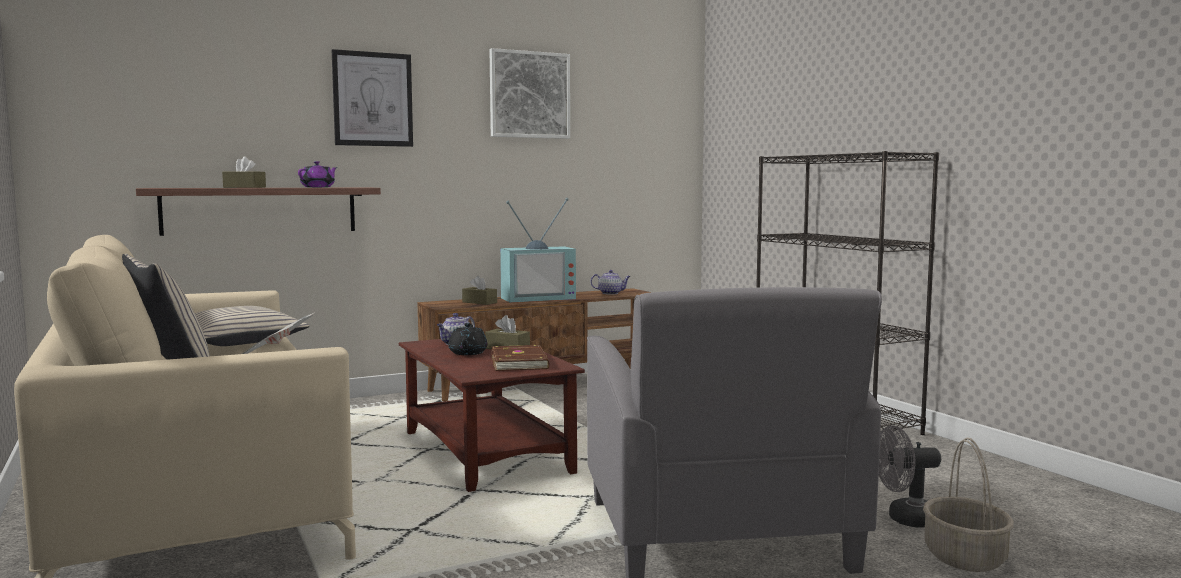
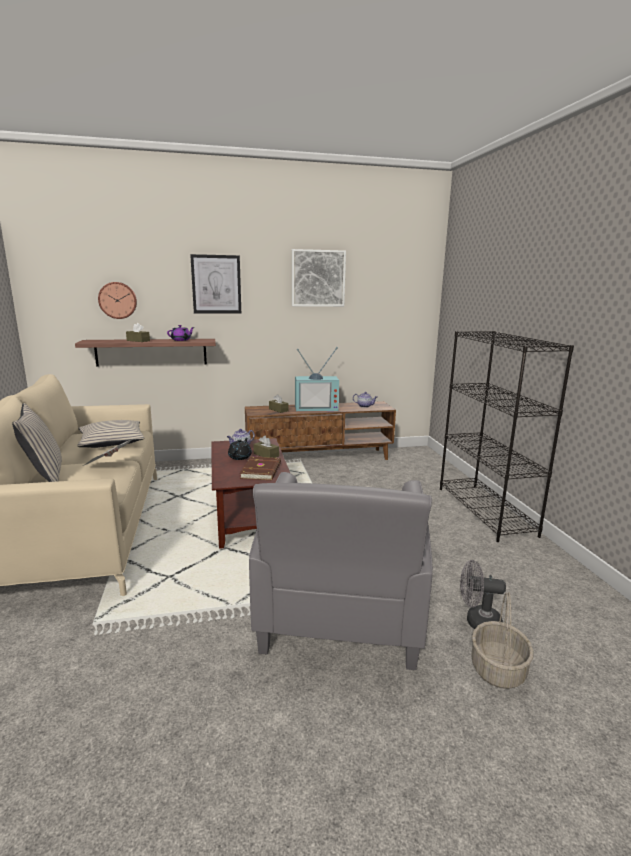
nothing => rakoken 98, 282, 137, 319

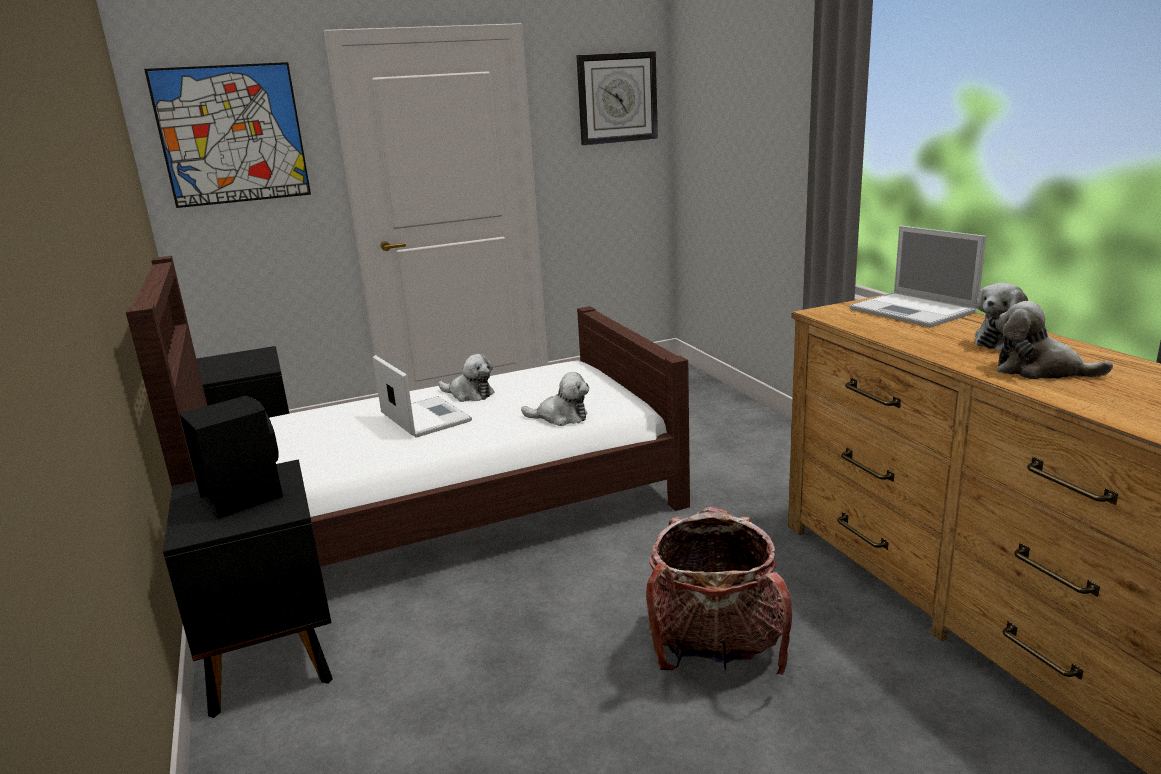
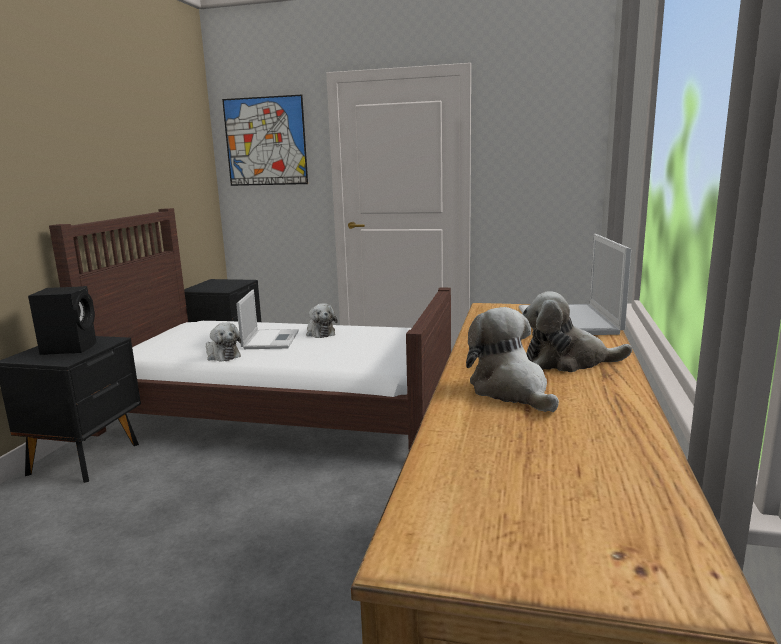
rakoken 576, 51, 658, 145 => nothing
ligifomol 521, 372, 589, 426 => ligifomol 206, 322, 241, 362, move
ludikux 646, 506, 792, 675 => nothing

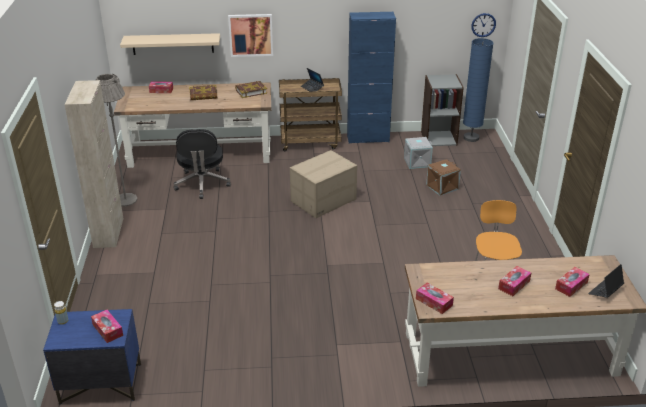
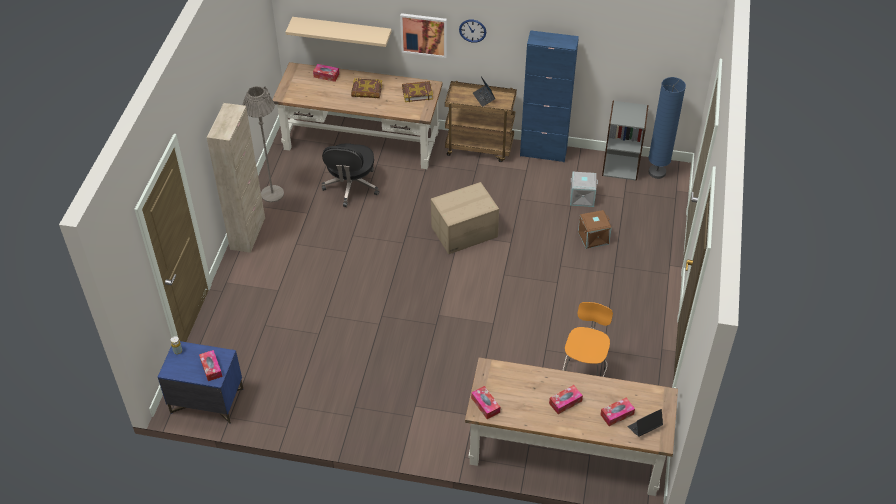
rakoken 471, 13, 496, 37 => rakoken 459, 20, 486, 43, move

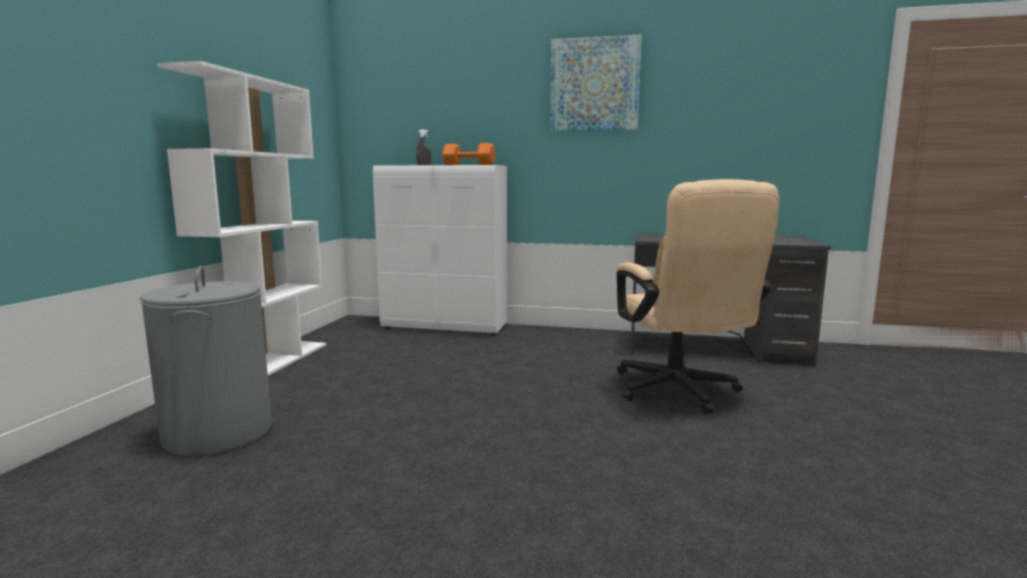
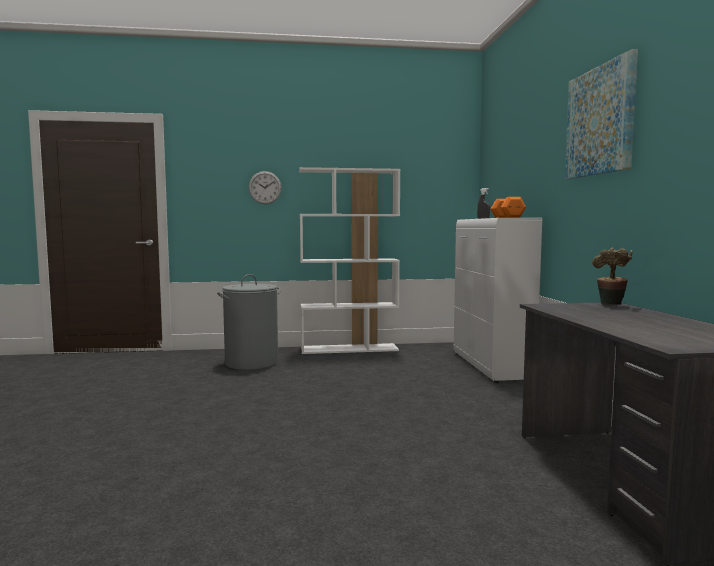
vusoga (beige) 616, 179, 779, 414 => nothing
nothing => rakoken 249, 171, 282, 204
nothing => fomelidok 592, 247, 633, 305

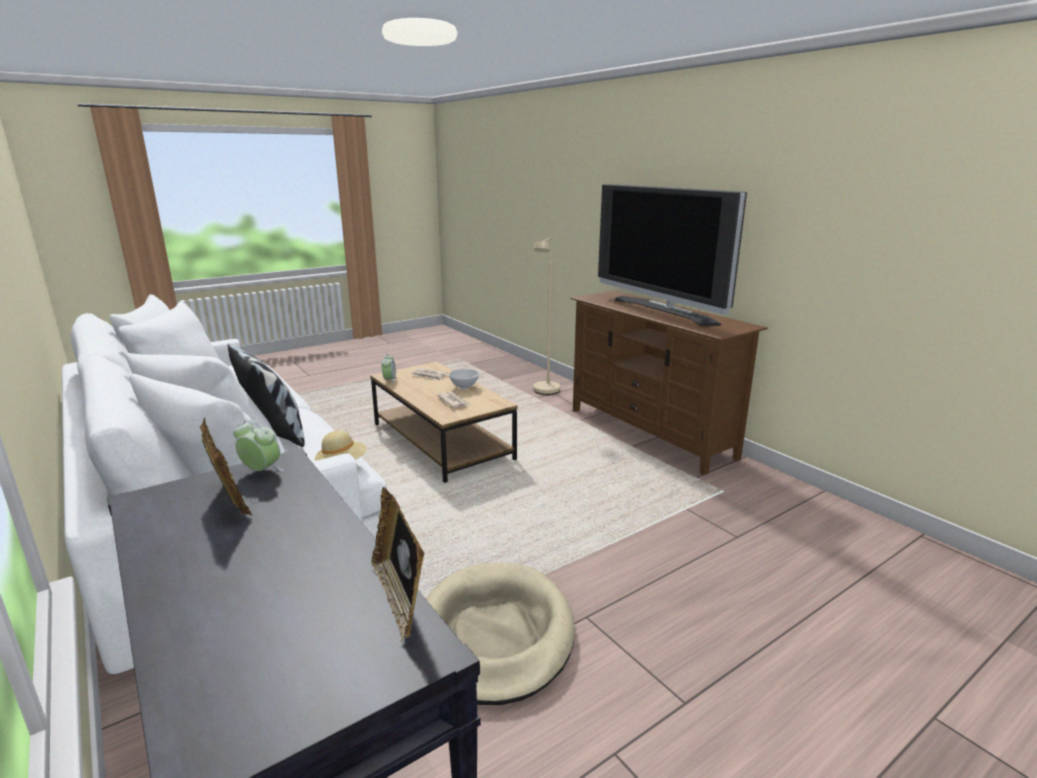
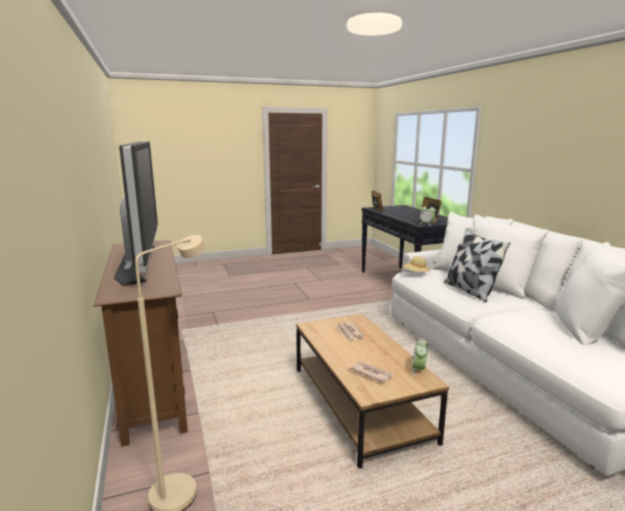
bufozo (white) 449, 369, 479, 389 => nothing
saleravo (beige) 426, 562, 575, 705 => nothing

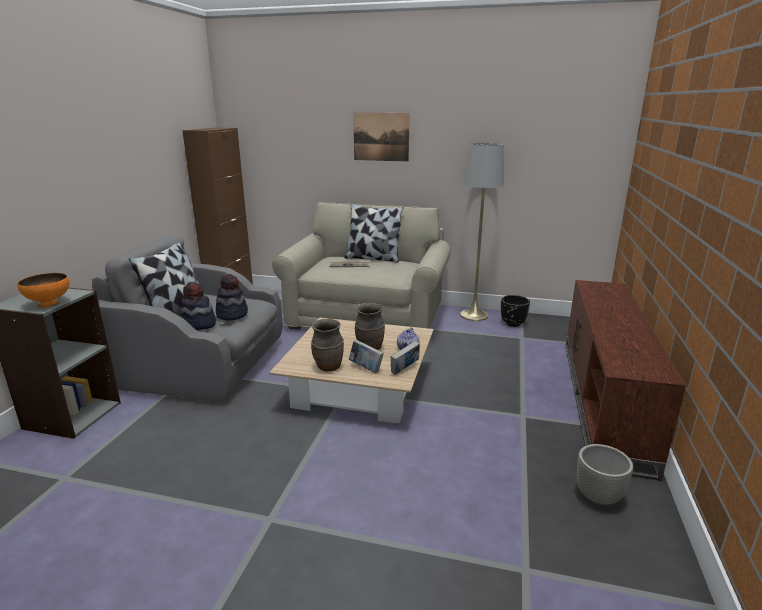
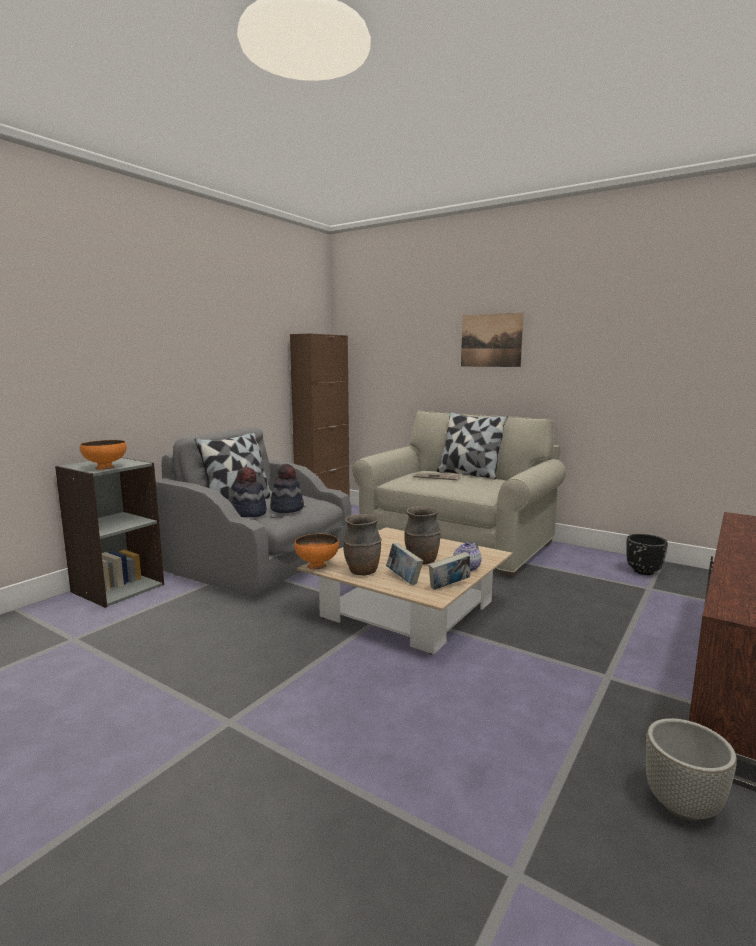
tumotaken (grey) 460, 143, 504, 321 => nothing
nothing => bufozo (orange) 294, 534, 339, 570

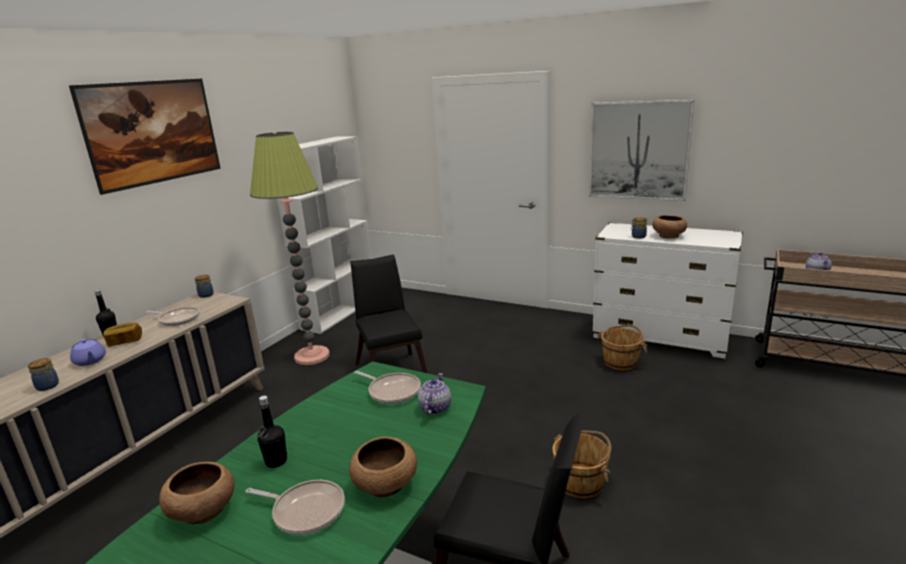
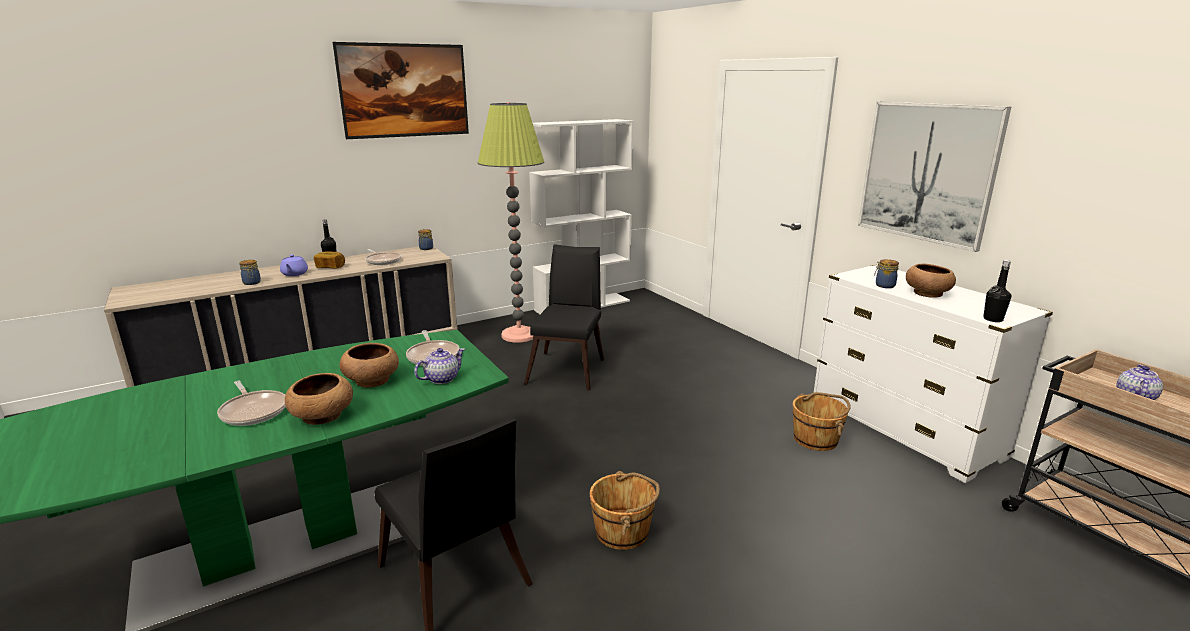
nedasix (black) 258, 396, 287, 468 => nedasix (black) 983, 260, 1011, 322, move
bufozo (brown) 159, 462, 235, 524 => bufozo (brown) 340, 343, 399, 388, move

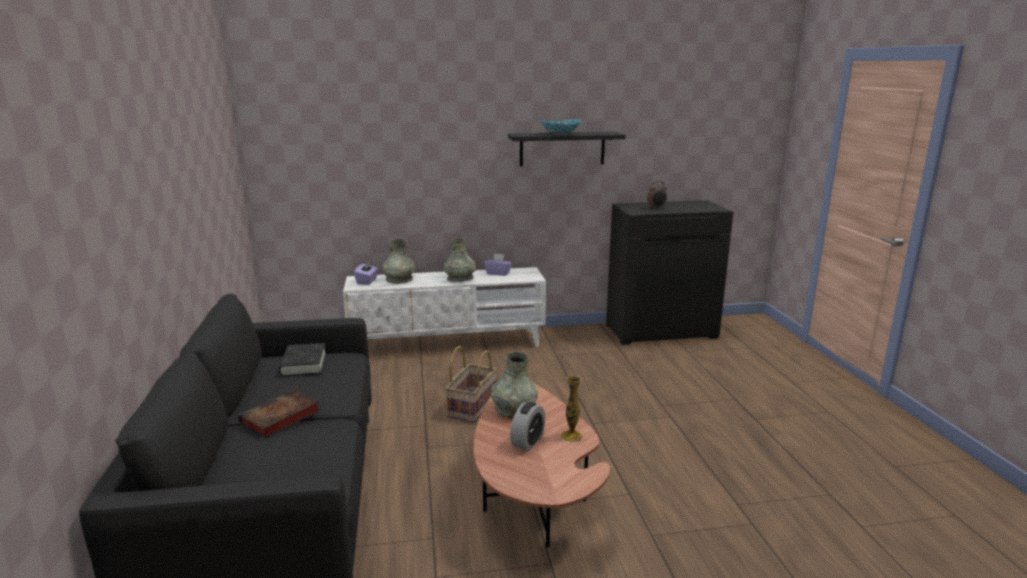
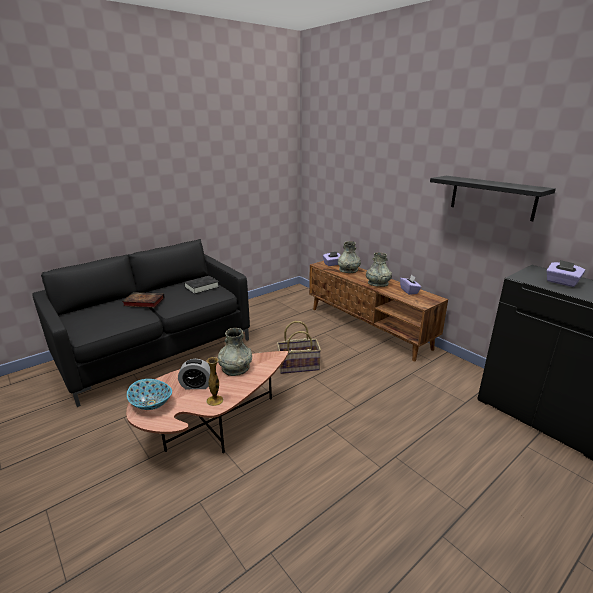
bufozo 540, 119, 581, 135 => bufozo 127, 379, 172, 410, move
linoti 647, 181, 667, 208 => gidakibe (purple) 546, 260, 586, 287
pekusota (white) 343, 267, 546, 347 => pekusota (brown) 309, 261, 448, 361

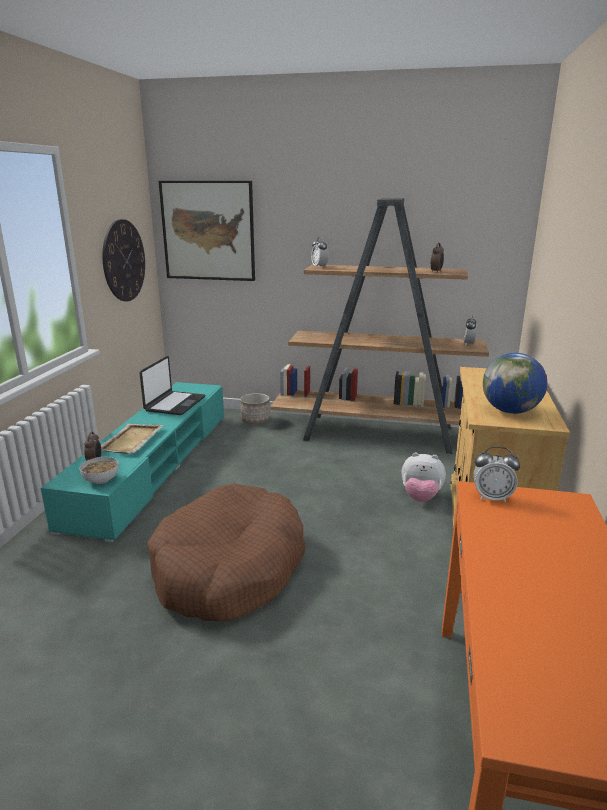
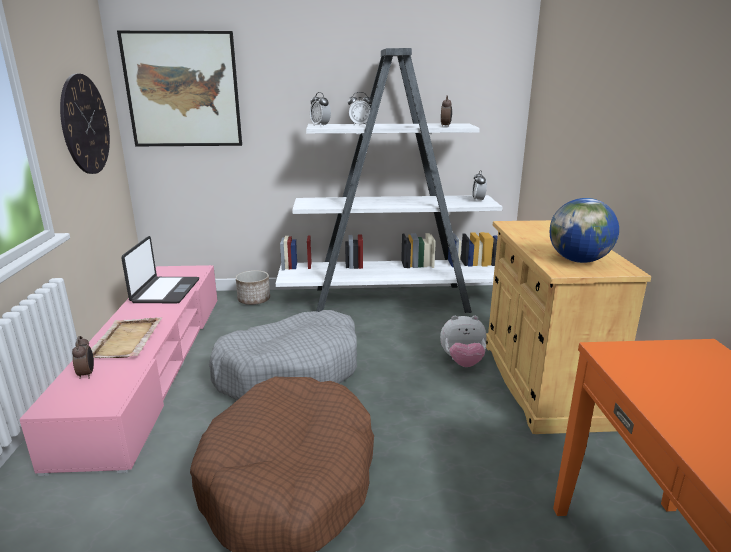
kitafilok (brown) 270, 198, 489, 454 => kitafilok (white) 276, 48, 502, 313
pekusota (turquoise) 41, 382, 224, 542 => pekusota (pink) 19, 265, 217, 476
linoti 474, 447, 520, 503 => linoti 348, 92, 372, 126, move
bufozo 79, 457, 119, 484 => nothing
nothing => saleravo (grey) 209, 310, 357, 400

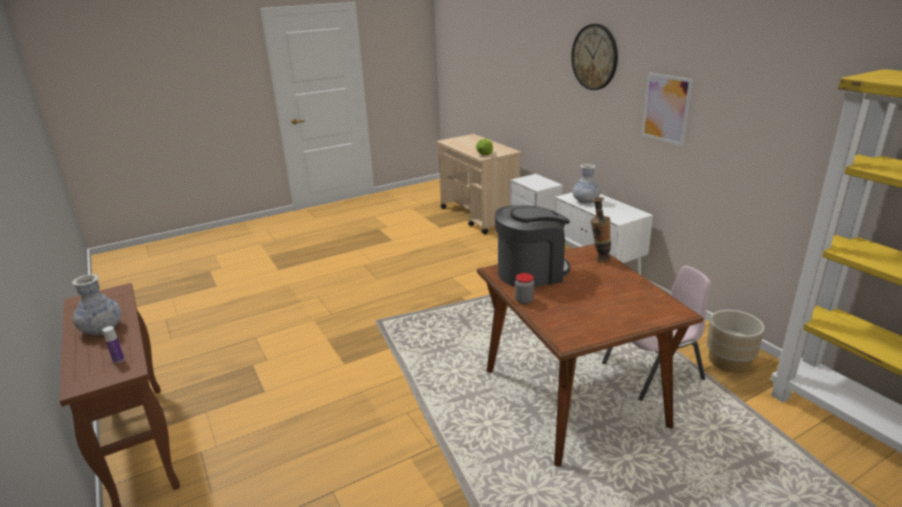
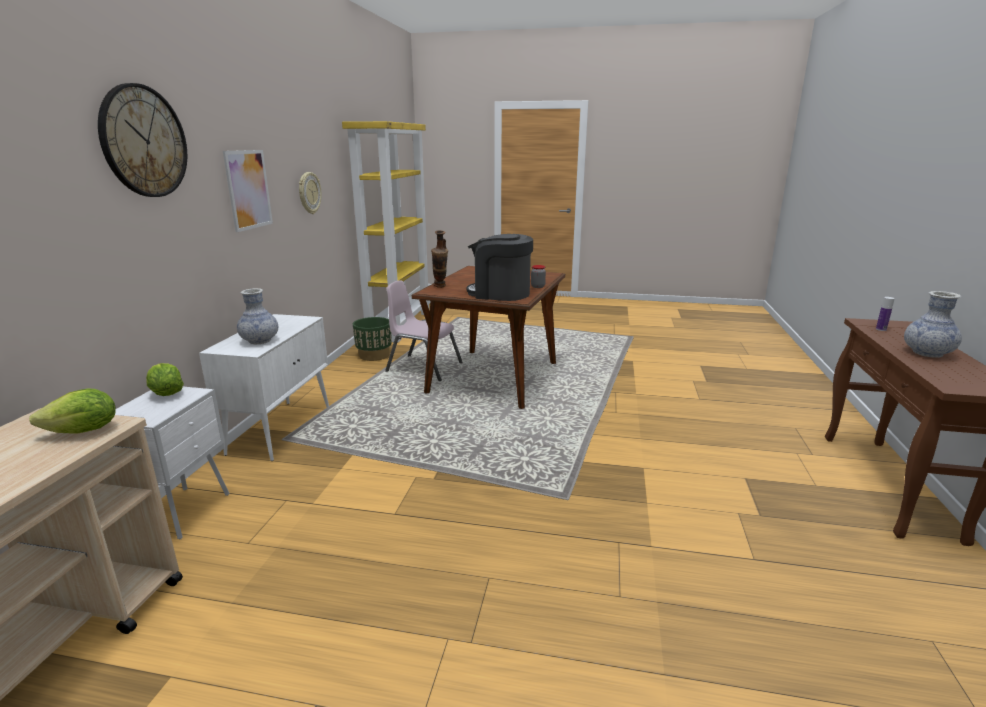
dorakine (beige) 707, 310, 765, 372 => dorakine (green) 353, 317, 392, 361
nothing => rakoken 299, 172, 321, 214
nothing => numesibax 146, 363, 184, 396

